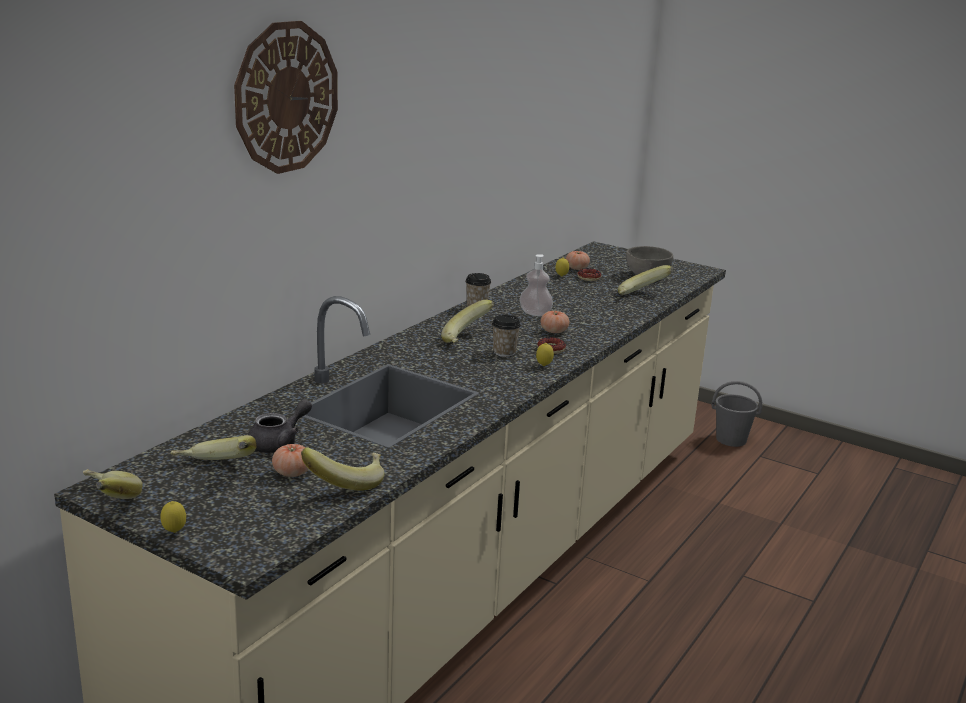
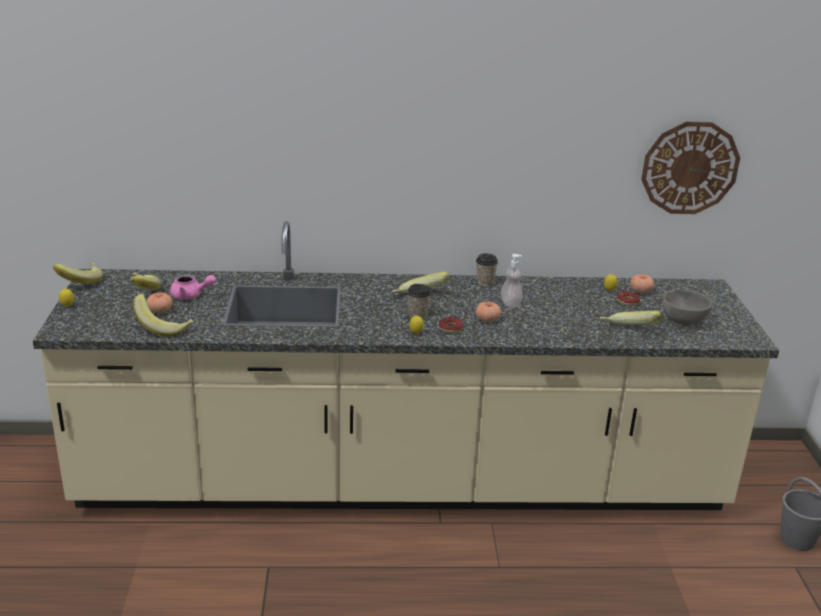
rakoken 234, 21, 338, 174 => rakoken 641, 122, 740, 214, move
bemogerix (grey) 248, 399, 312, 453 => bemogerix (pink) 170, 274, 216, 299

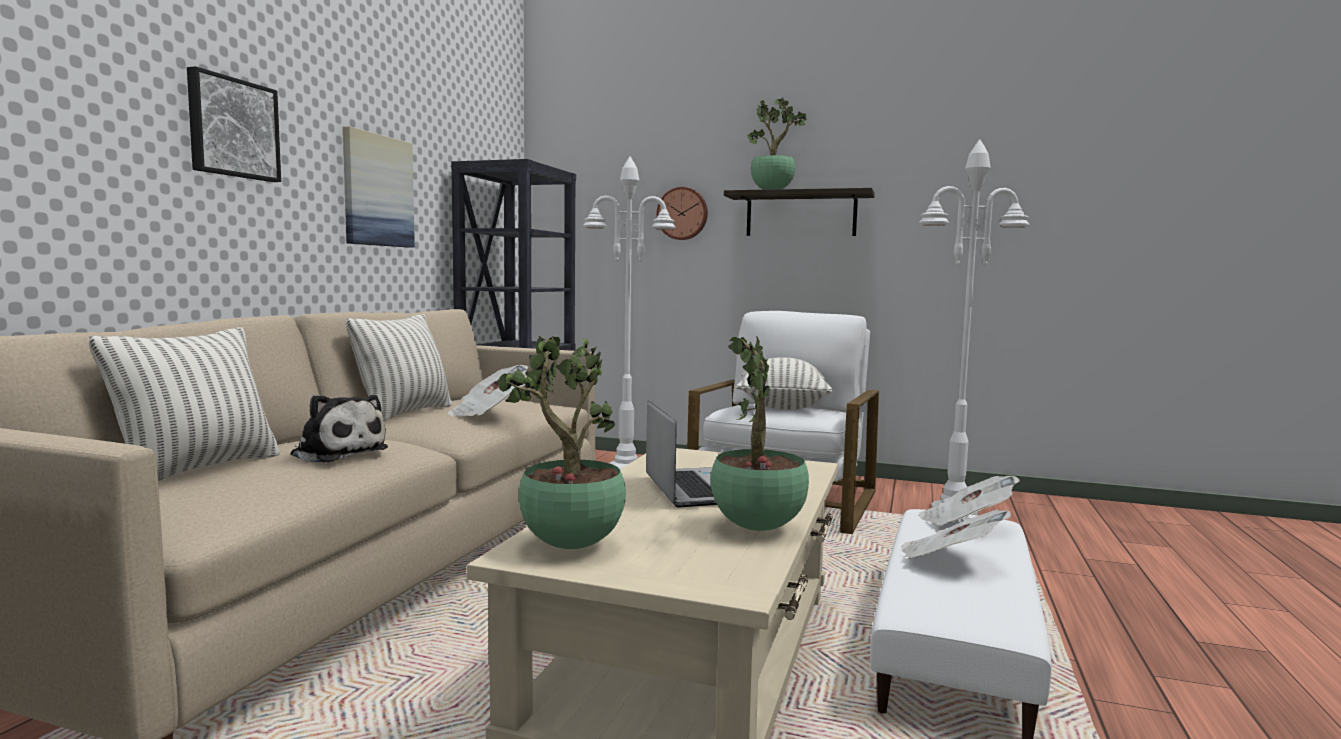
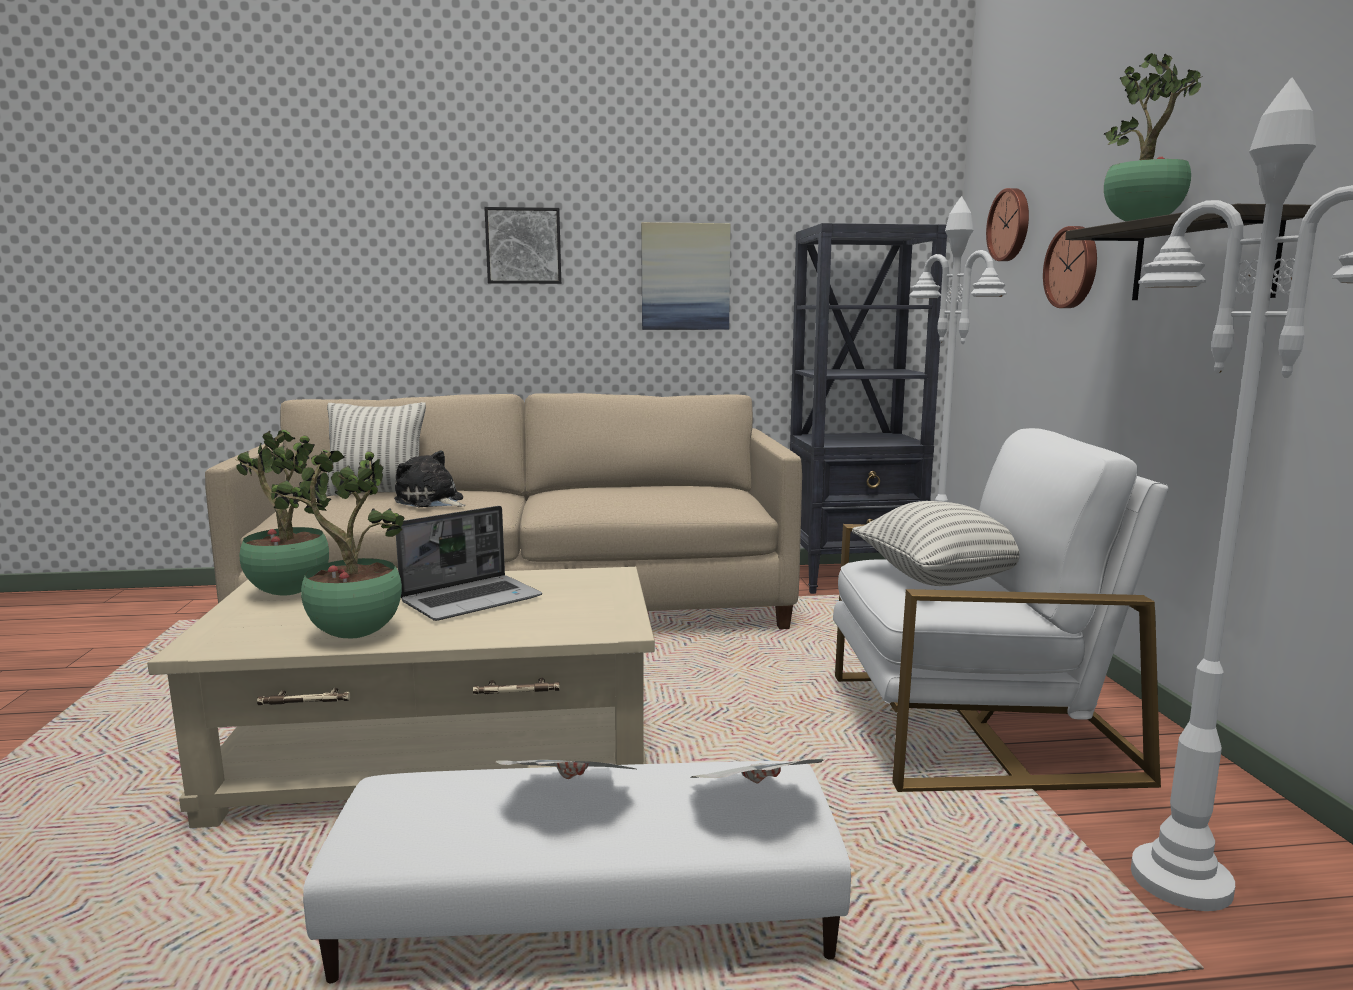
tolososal 346, 314, 452, 421 => nothing
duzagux 448, 365, 529, 416 => nothing
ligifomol 291, 395, 388, 462 => ligifomol 394, 450, 466, 507, 120 degrees clockwise
nothing => rakoken 986, 188, 1029, 261

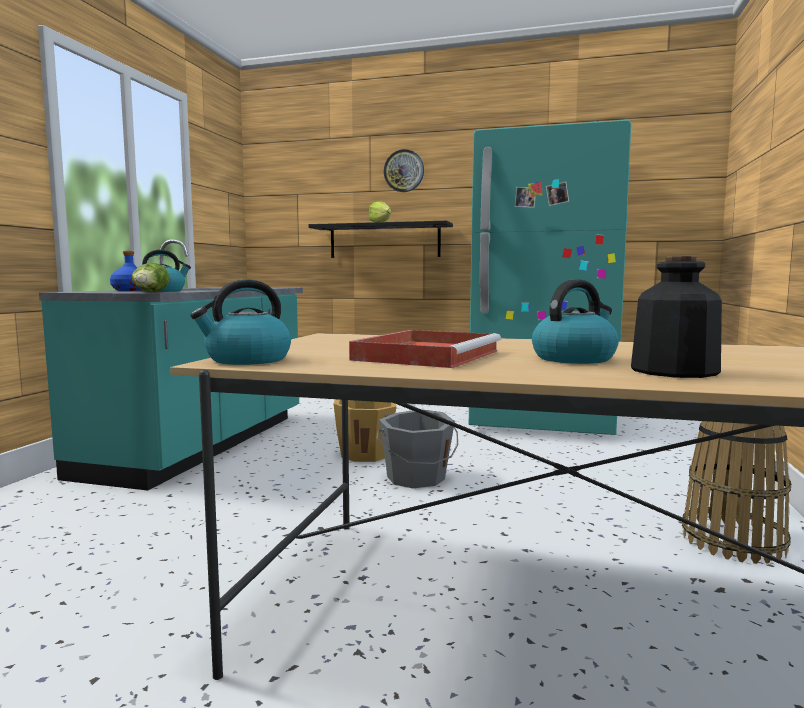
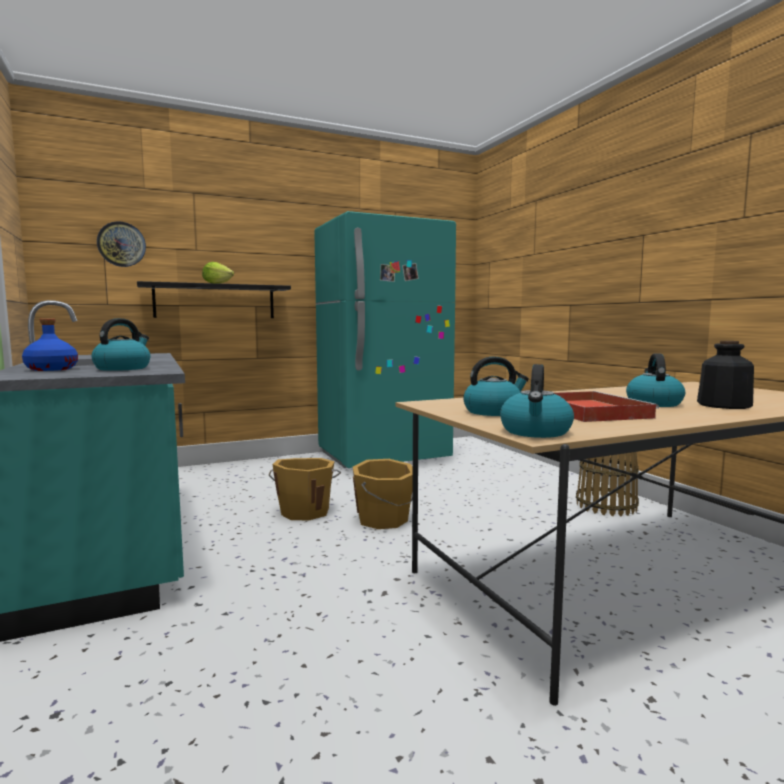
rakoken 384, 149, 424, 192 => rakoken 97, 221, 146, 267, move
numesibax 132, 263, 169, 292 => nothing
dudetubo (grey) 376, 409, 458, 488 => dudetubo (orange) 353, 459, 413, 529
nothing => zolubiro 463, 357, 529, 416

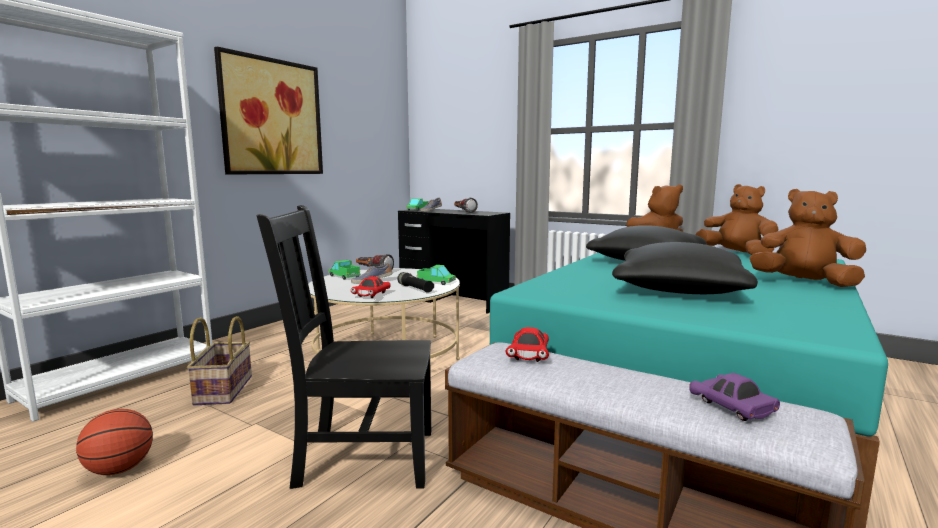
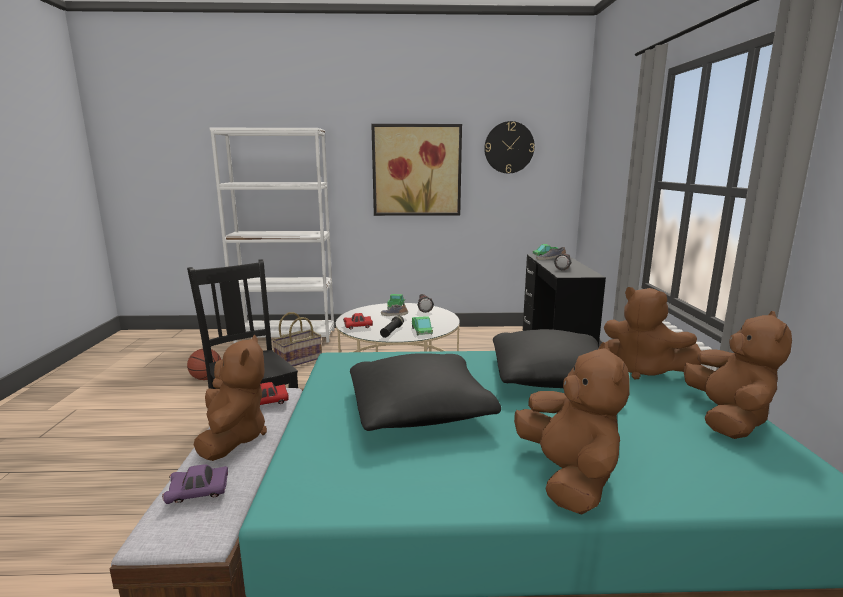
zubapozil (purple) 689, 373, 780, 421 => zubapozil (purple) 162, 464, 228, 504, 135 degrees counterclockwise
nothing => rakoken 484, 121, 535, 174
nothing => ligifomol (brown) 194, 335, 267, 461

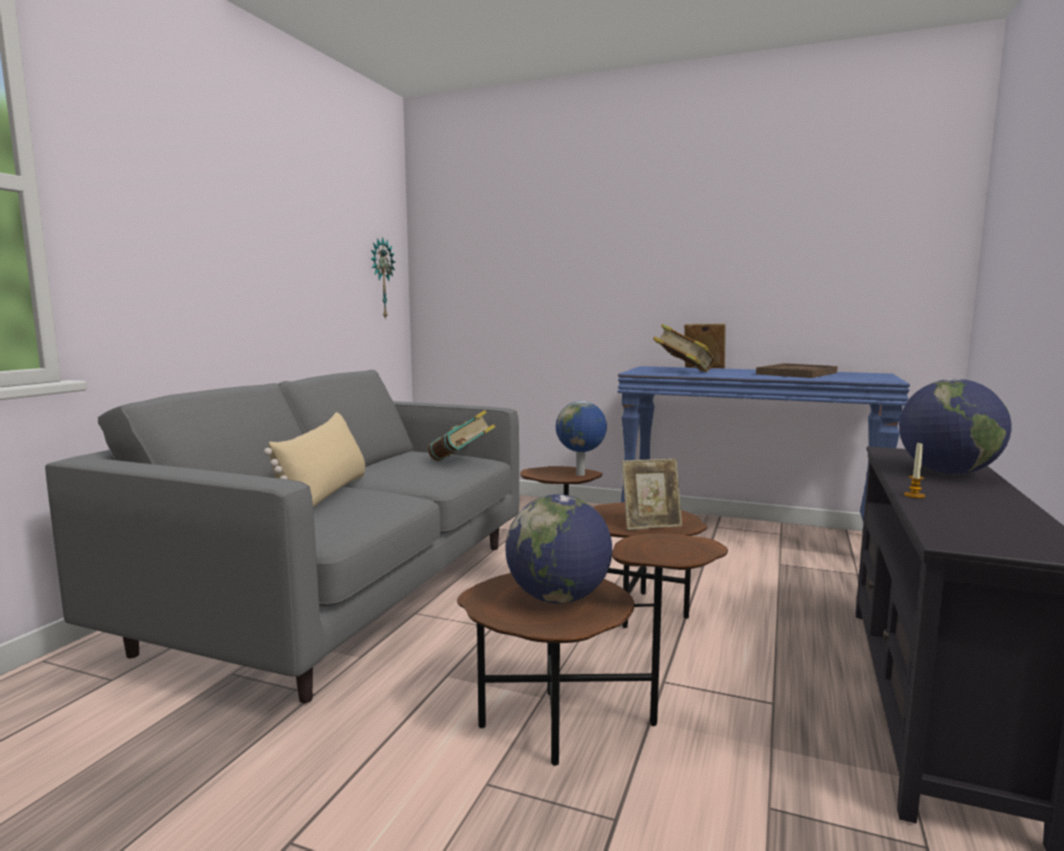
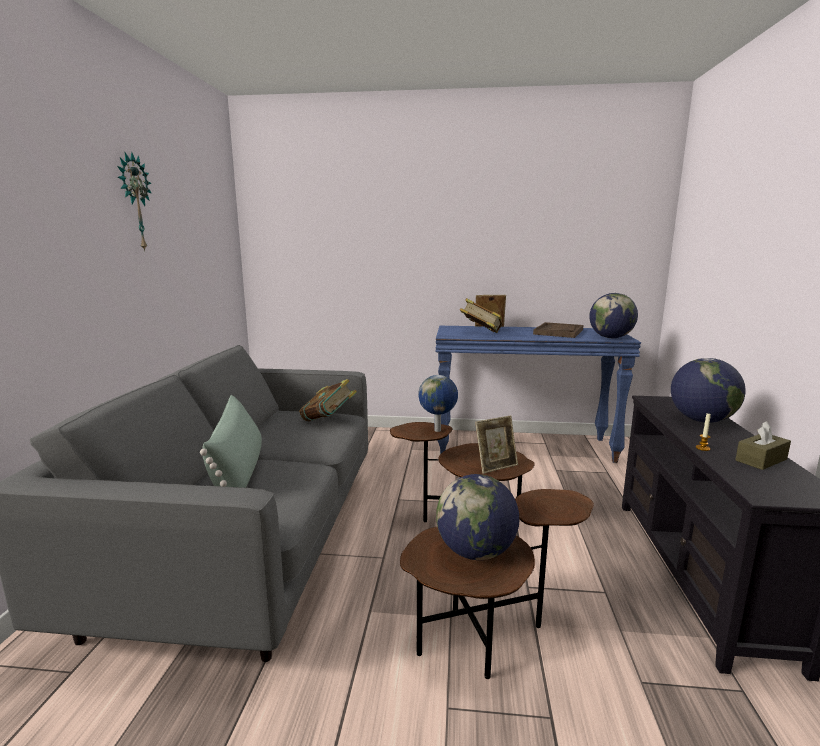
rakoken 371, 237, 395, 320 => rakoken 117, 152, 152, 252, move
tolososal (beige) 264, 412, 365, 508 => tolososal (green) 200, 395, 262, 488
nothing => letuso 589, 293, 638, 338
nothing => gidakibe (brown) 735, 421, 791, 470

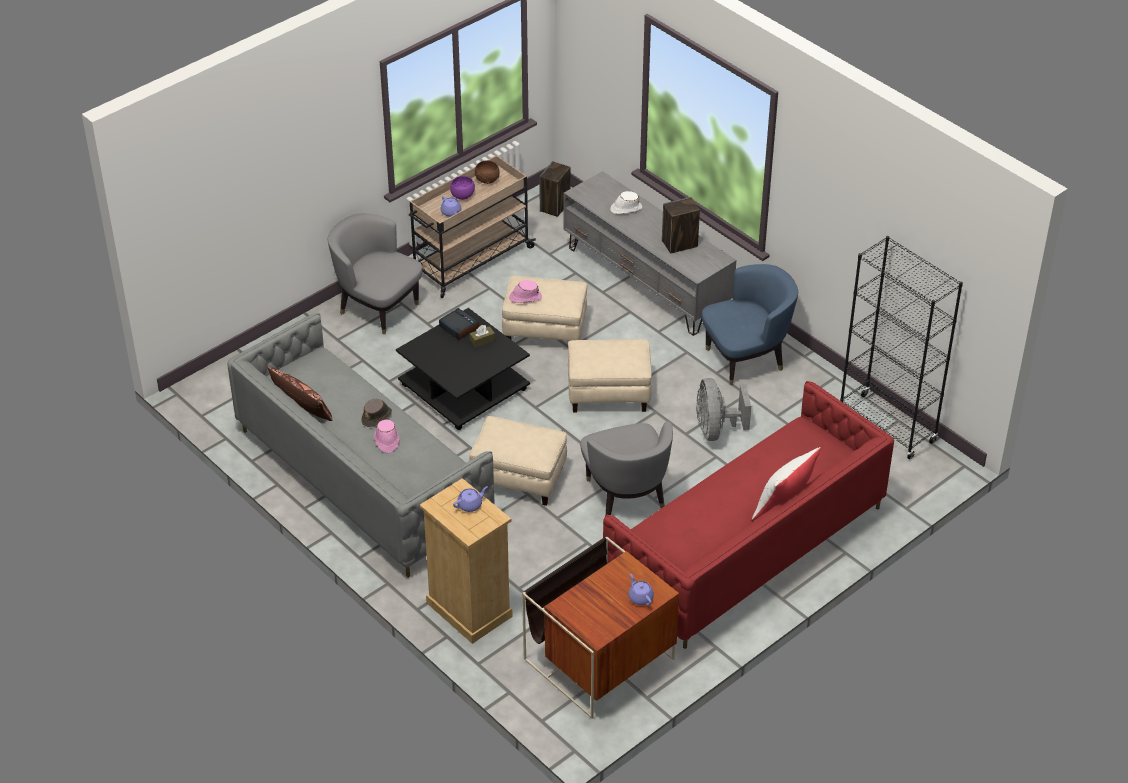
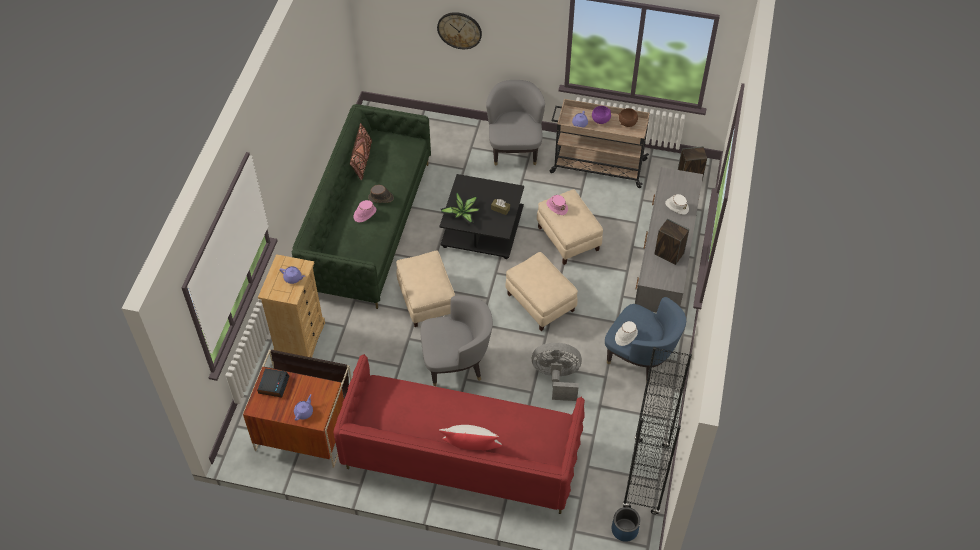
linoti 439, 308, 480, 340 => linoti 257, 368, 289, 398, move
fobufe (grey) 227, 313, 495, 577 => fobufe (green) 292, 104, 431, 309
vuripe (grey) 696, 378, 751, 441 => vuripe (grey) 532, 343, 582, 401, 45 degrees clockwise
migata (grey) 580, 422, 673, 515 => migata (grey) 420, 296, 493, 386, 135 degrees counterclockwise
nothing => rakoken 437, 12, 482, 49
nothing => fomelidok 441, 192, 479, 223
nothing => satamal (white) 615, 321, 638, 346
nothing => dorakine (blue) 612, 507, 640, 542

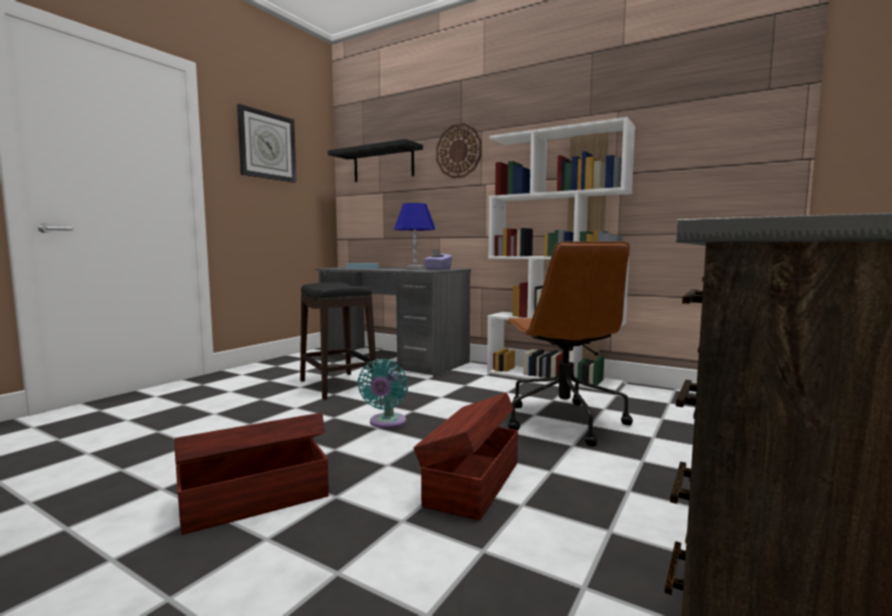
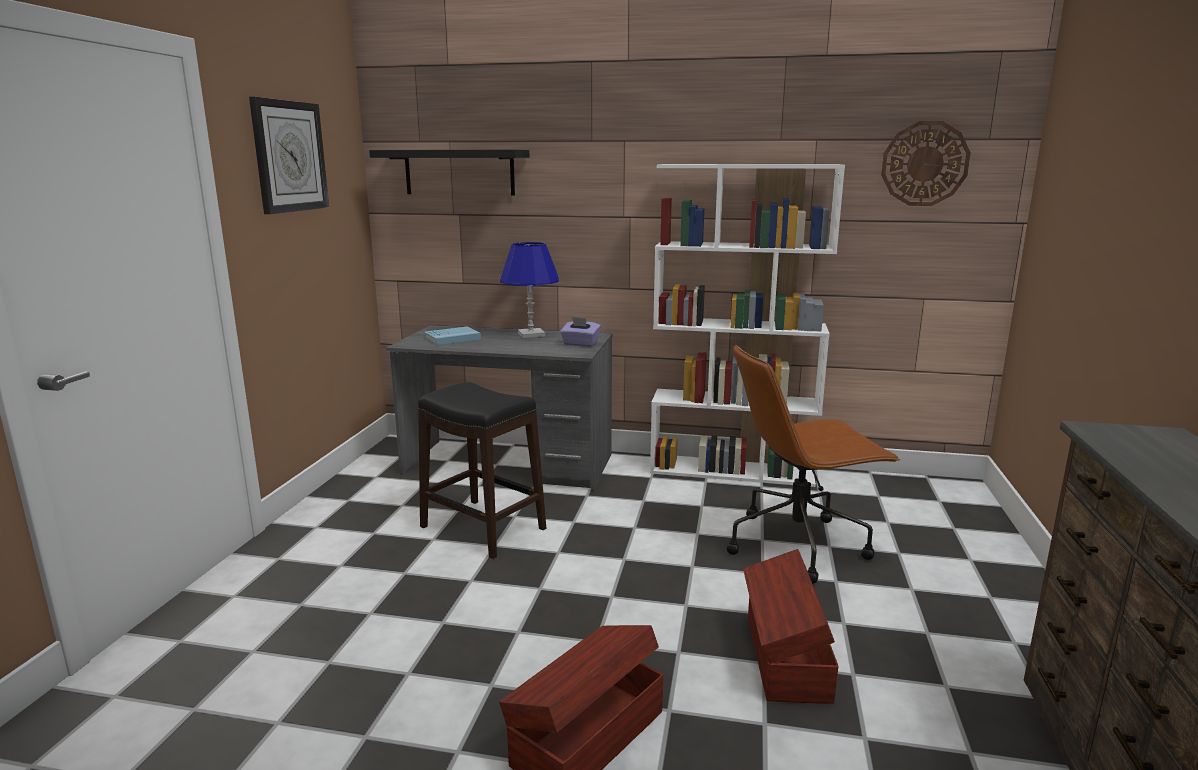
rakoken 436, 123, 482, 178 => rakoken 881, 121, 971, 206, move
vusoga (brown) 506, 241, 633, 447 => vusoga (brown) 727, 344, 900, 584, 105 degrees clockwise
vuripe (turquoise) 358, 359, 408, 428 => nothing

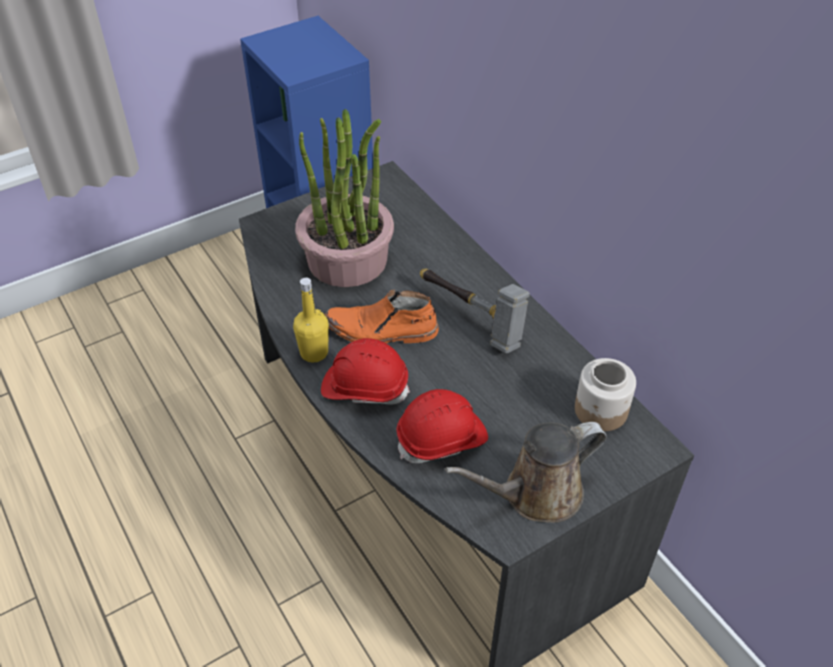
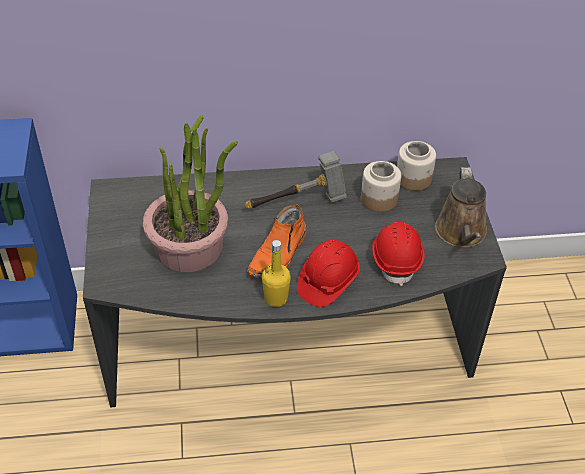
nothing => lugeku 361, 161, 401, 212

